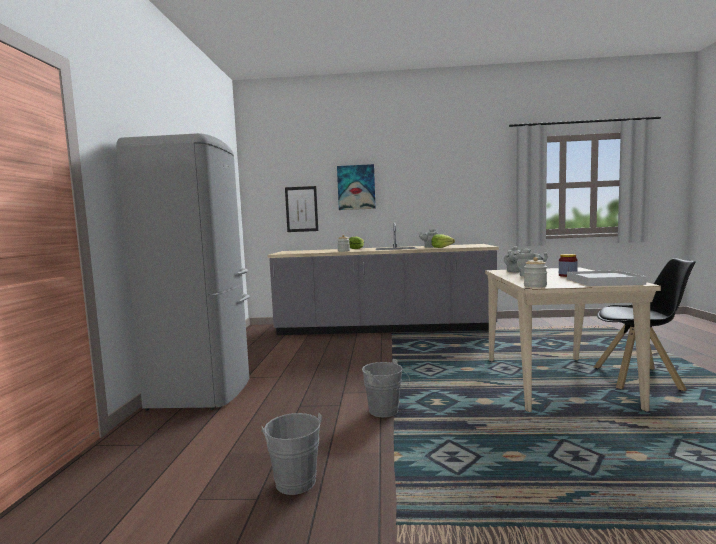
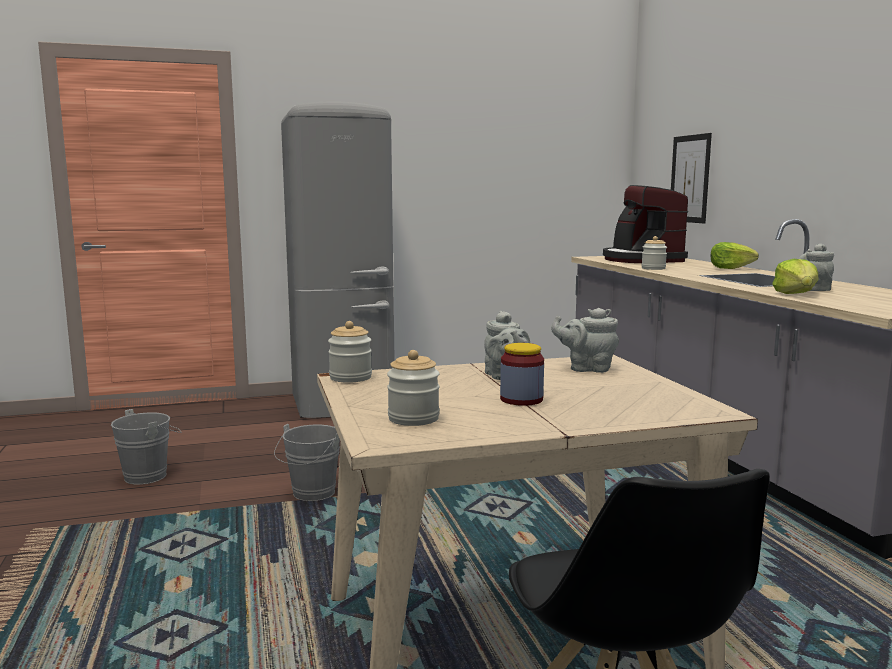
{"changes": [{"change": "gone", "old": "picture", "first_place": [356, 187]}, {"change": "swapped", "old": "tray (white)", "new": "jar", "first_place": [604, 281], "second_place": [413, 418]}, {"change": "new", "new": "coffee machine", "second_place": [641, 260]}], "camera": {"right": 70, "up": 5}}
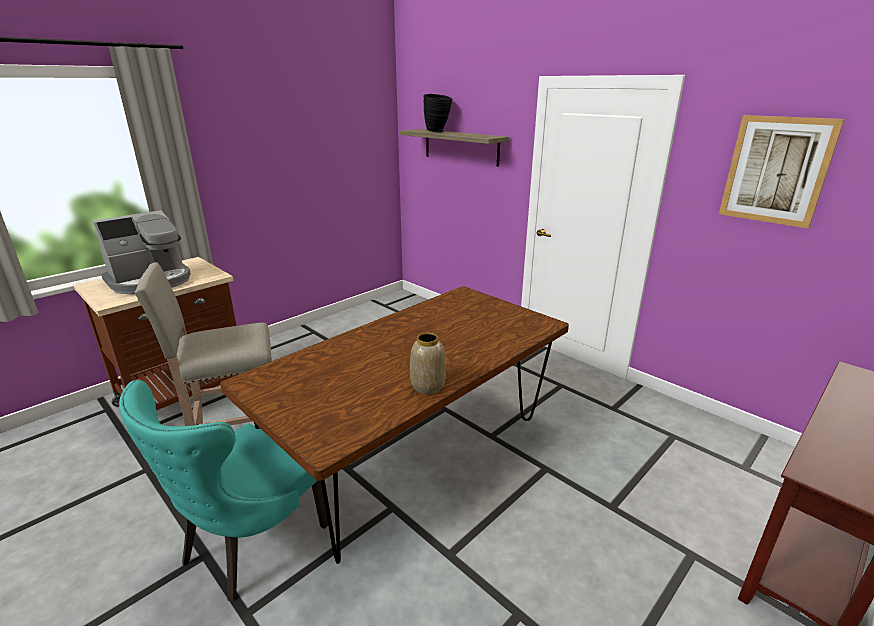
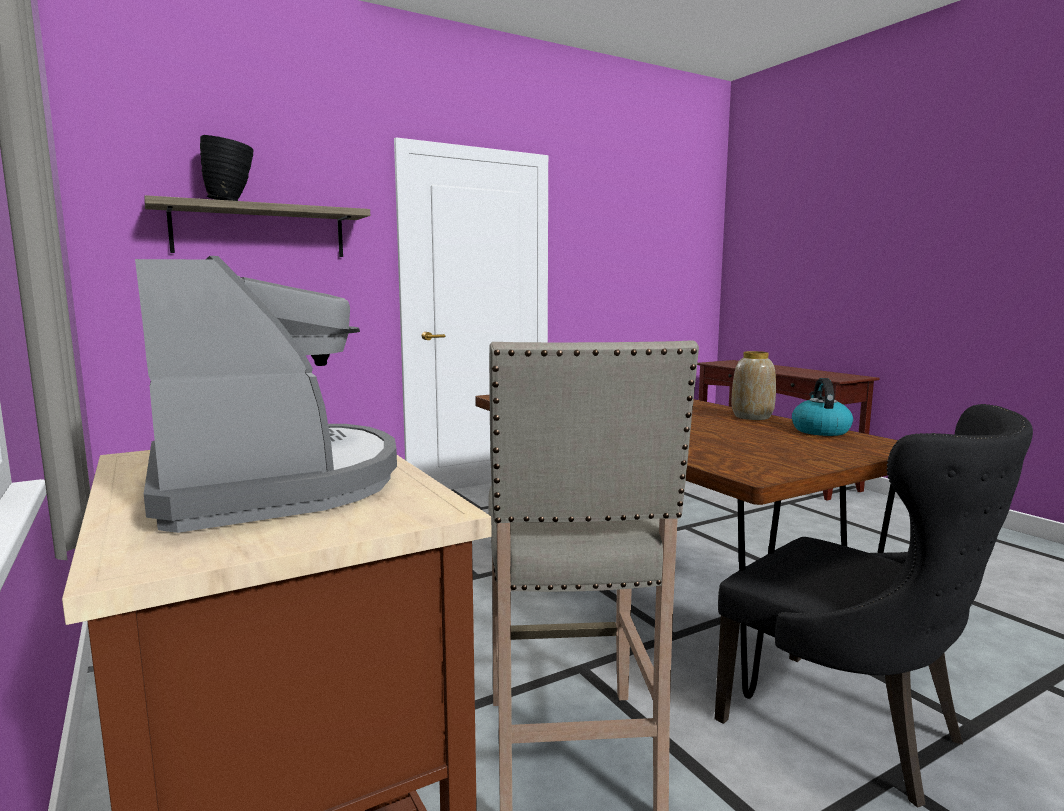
{"changes": [{"change": "repainted", "old": "chair (turquoise)", "new": "chair (black)", "first_place": [248, 544], "second_place": [850, 728]}, {"change": "gone", "old": "picture", "first_place": [776, 170]}, {"change": "new", "new": "kettle", "second_place": [820, 430]}], "camera": {"right": -75, "up": -15}}
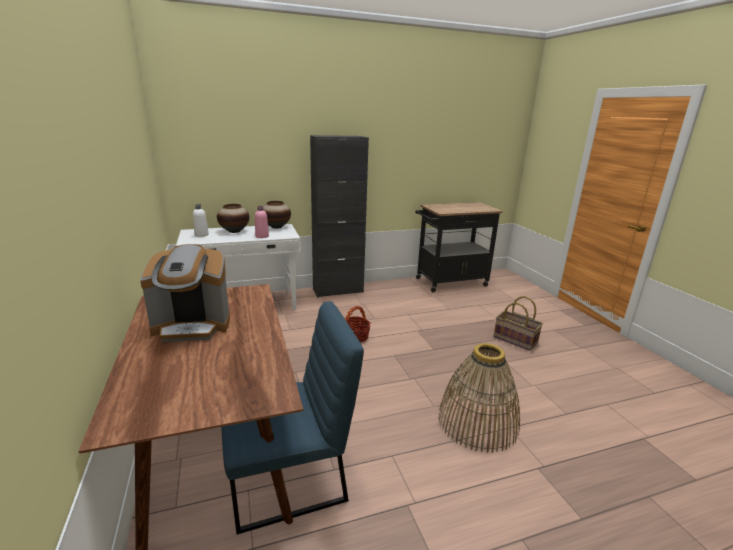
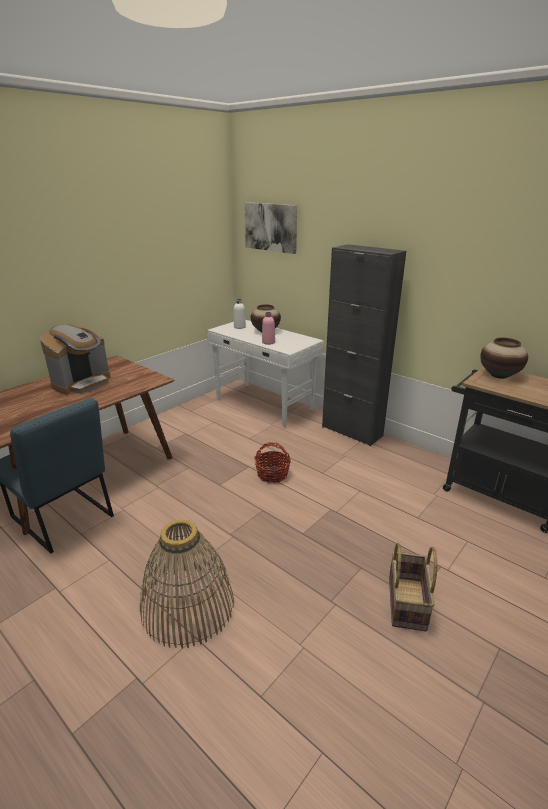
{"changes": [{"change": "rotated", "old": "coffee machine", "first_place": [193, 326], "second_place": [82, 383], "degrees": -105}, {"change": "shifted", "old": "vase", "first_place": [276, 227], "second_place": [499, 375]}, {"change": "new", "new": "picture", "second_place": [271, 227]}], "camera": {"right": 60, "up": 5}}
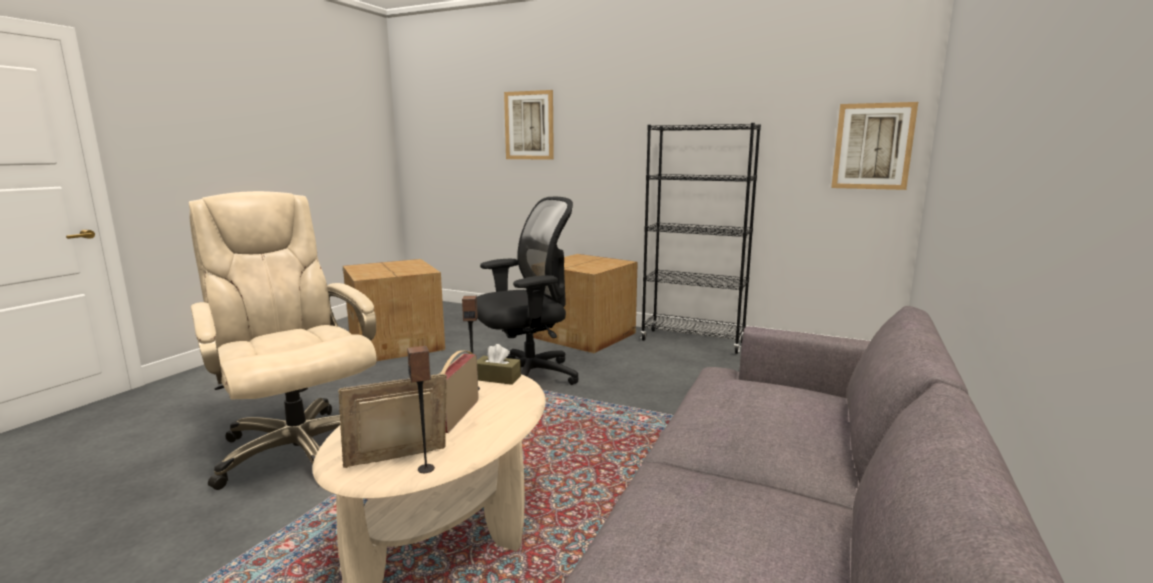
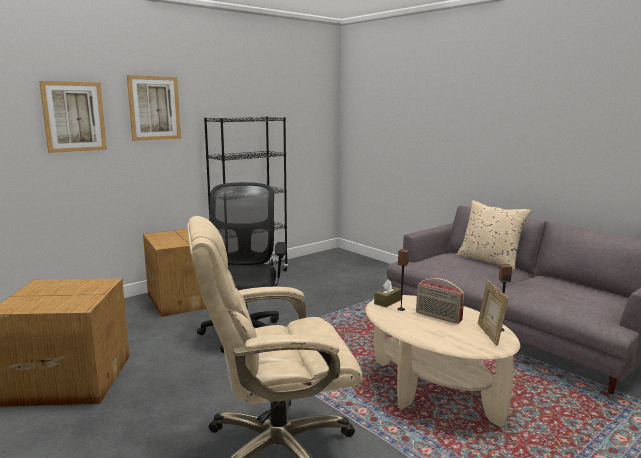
{"changes": [{"change": "shifted", "old": "picture", "first_place": [872, 146], "second_place": [154, 108]}, {"change": "new", "new": "pillow (beige)", "second_place": [489, 261]}], "camera": {"right": -65, "up": 0}}
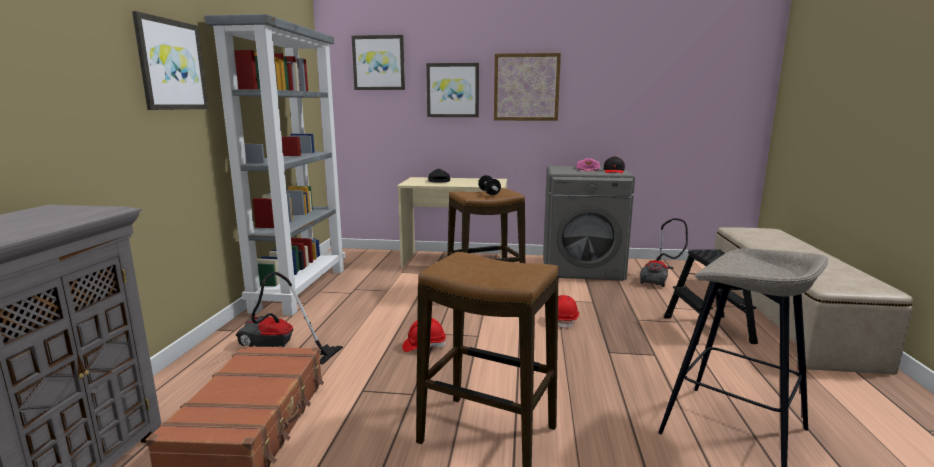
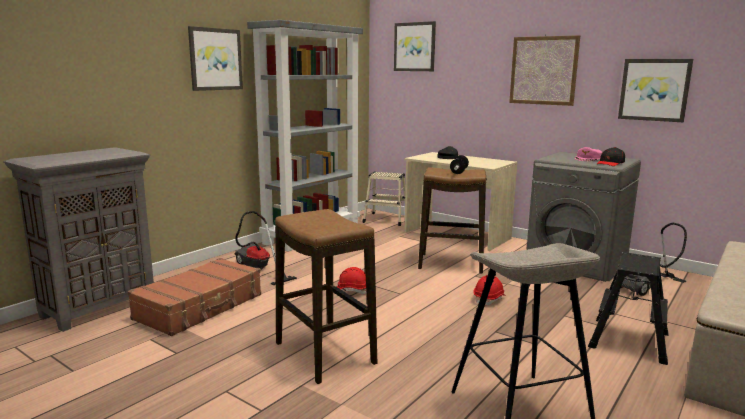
{"changes": [{"change": "shifted", "old": "picture", "first_place": [453, 90], "second_place": [654, 90]}, {"change": "new", "new": "step ladder (beige)", "second_place": [386, 219]}], "camera": {"right": 30, "up": 0}}
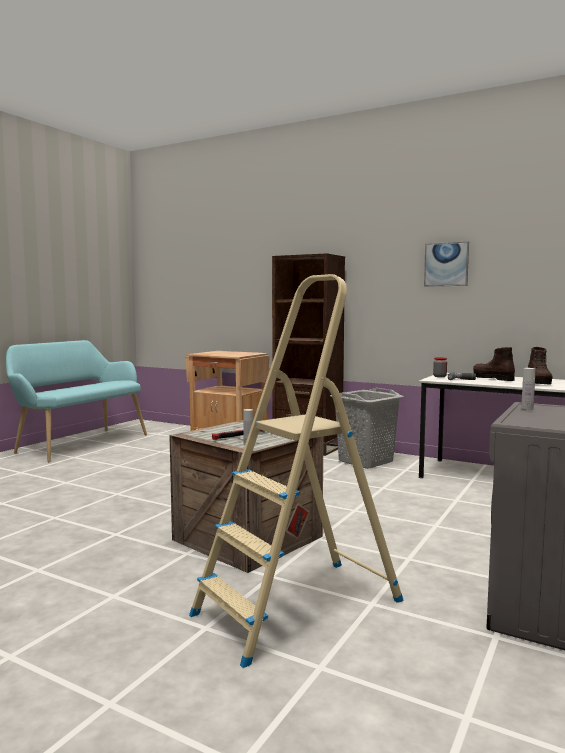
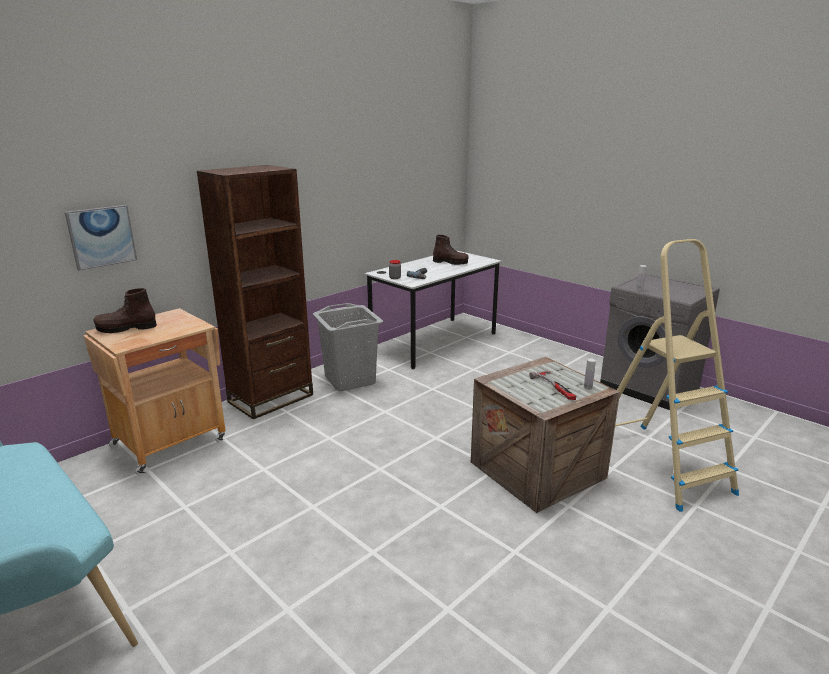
{"changes": [{"change": "shifted", "old": "picture", "first_place": [446, 264], "second_place": [101, 236]}, {"change": "shifted", "old": "boot (brown)", "first_place": [492, 378], "second_place": [126, 328]}], "camera": {"right": -75, "up": 15}}
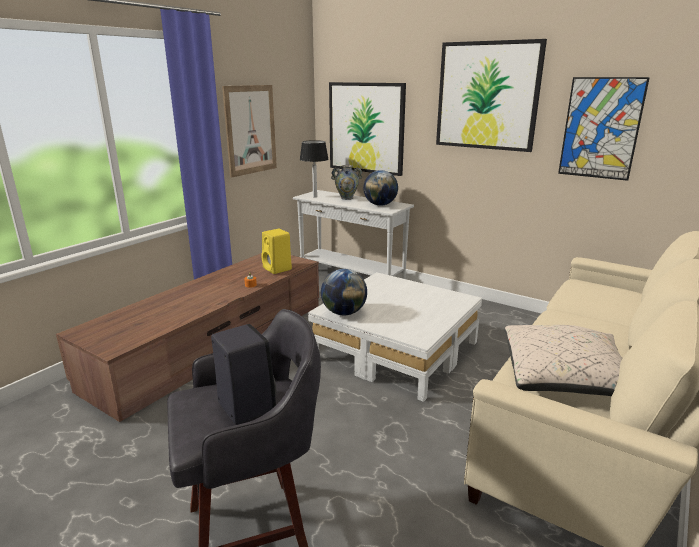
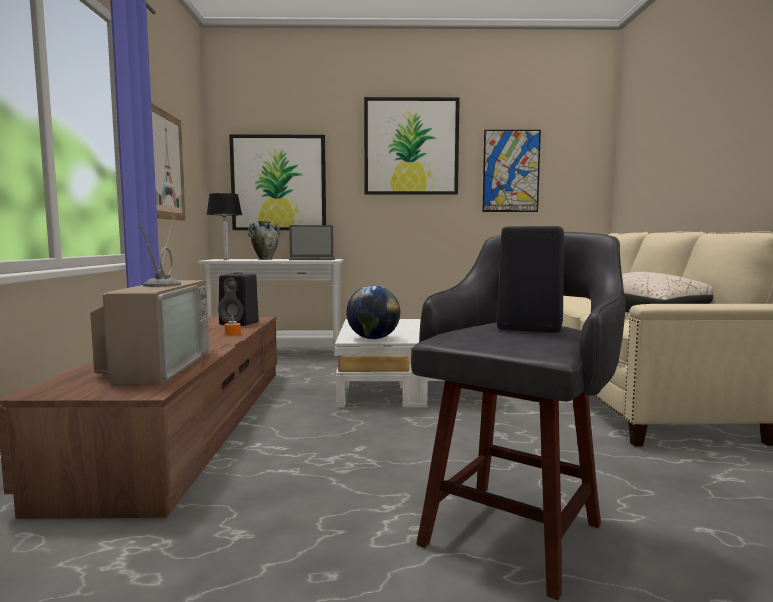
{"changes": [{"change": "repainted", "old": "speaker (yellow)", "new": "speaker (black)", "first_place": [278, 269], "second_place": [240, 323]}, {"change": "swapped", "old": "globe", "new": "laptop", "first_place": [380, 205], "second_place": [312, 259]}, {"change": "new", "new": "television", "second_place": [156, 366]}], "camera": {"right": -35, "up": -15}}
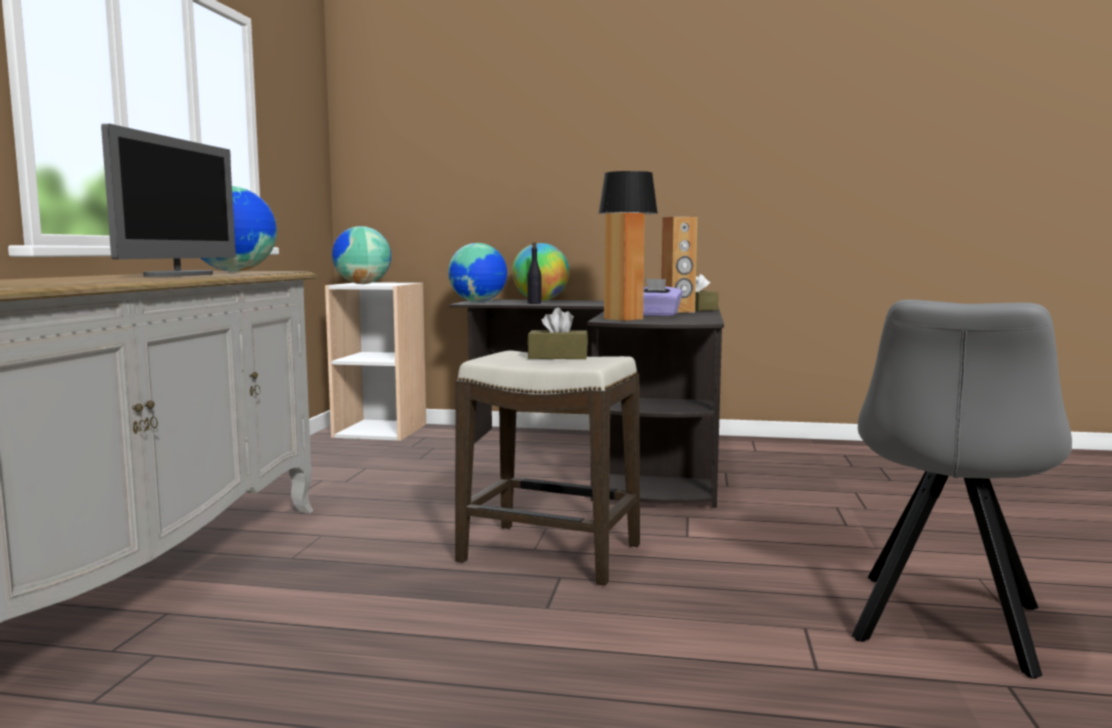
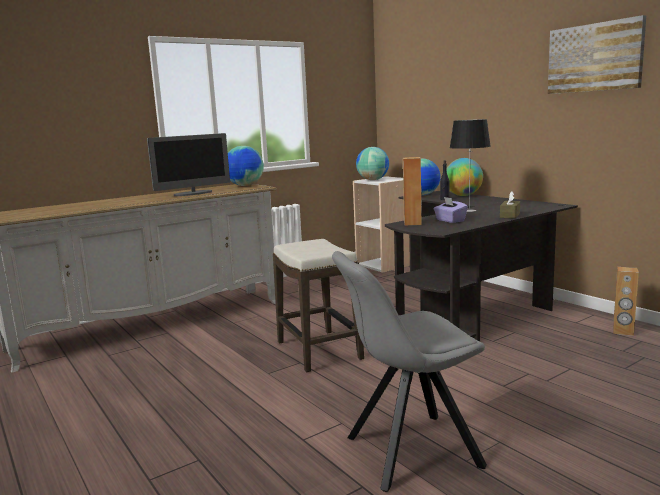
{"changes": [{"change": "gone", "old": "tissue box (brown)", "first_place": [558, 357]}, {"change": "shifted", "old": "speaker (brown)", "first_place": [678, 312], "second_place": [623, 331]}, {"change": "new", "new": "picture", "second_place": [595, 57]}], "camera": {"right": 45, "up": 5}}
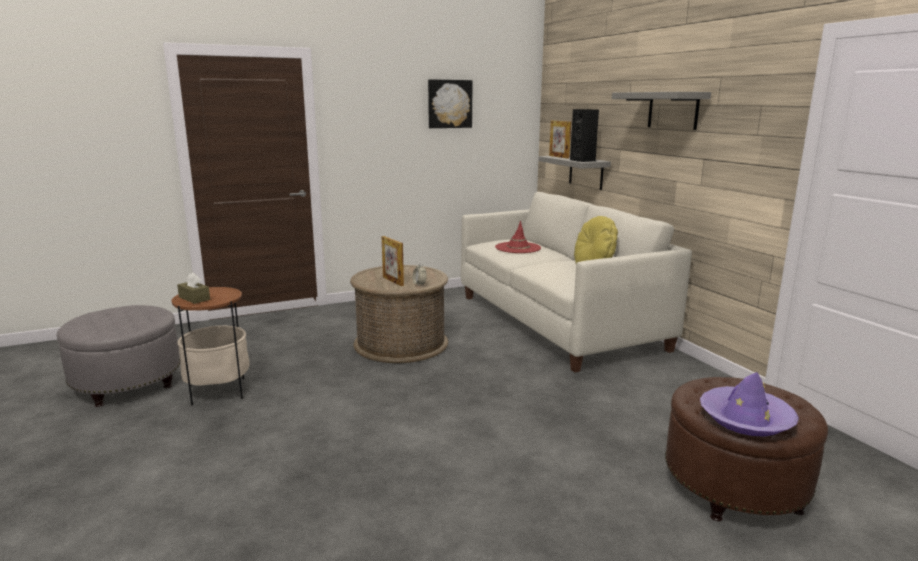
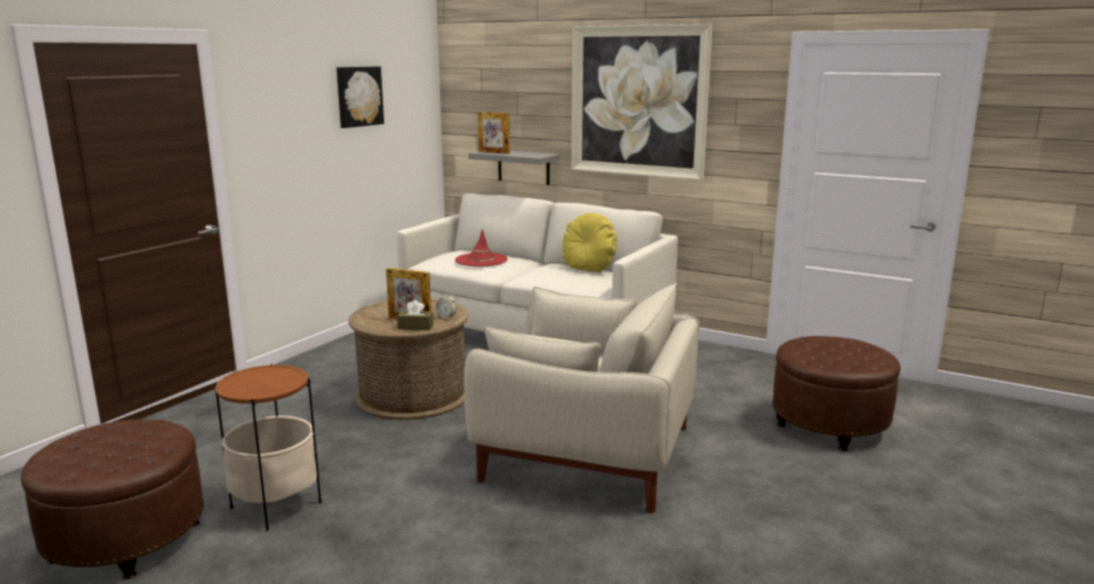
{"changes": [{"change": "repainted", "old": "ottoman (grey)", "new": "ottoman (brown)", "first_place": [127, 384], "second_place": [126, 541]}, {"change": "shifted", "old": "tissue box (brown)", "first_place": [194, 298], "second_place": [415, 327]}, {"change": "gone", "old": "speaker (black)", "first_place": [583, 160]}, {"change": "swapped", "old": "shelf (grey)", "new": "picture", "first_place": [673, 110], "second_place": [638, 101]}, {"change": "gone", "old": "hat (purple)", "first_place": [745, 419]}, {"change": "new", "new": "armchair (beige)", "second_place": [587, 453]}], "camera": {"right": -35, "up": 0}}
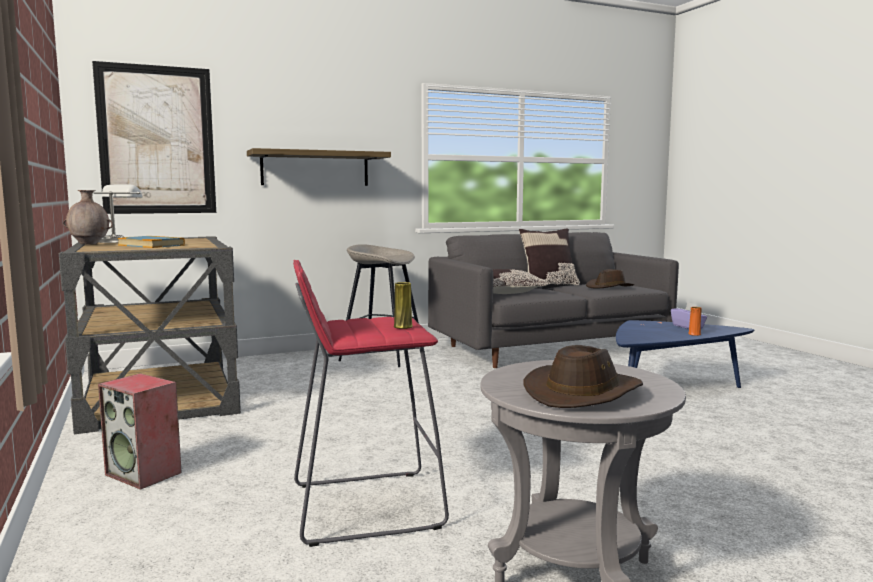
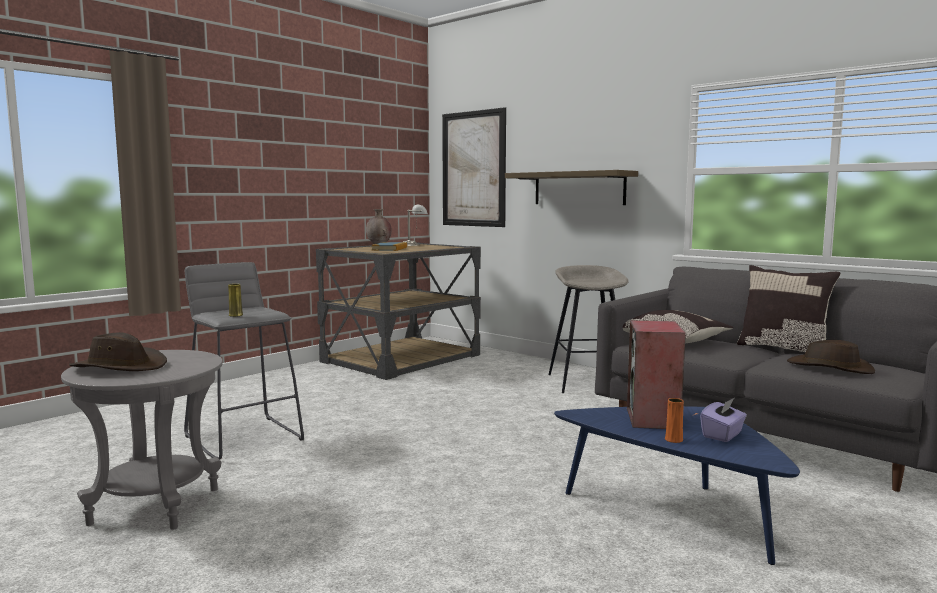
{"changes": [{"change": "shifted", "old": "speaker", "first_place": [145, 473], "second_place": [653, 419]}, {"change": "repainted", "old": "stool (red)", "new": "stool (grey)", "first_place": [364, 505], "second_place": [245, 437]}], "camera": {"right": 65, "up": 0}}
